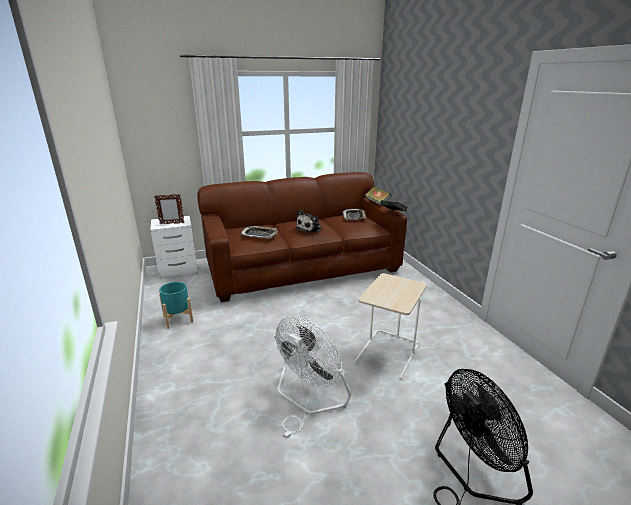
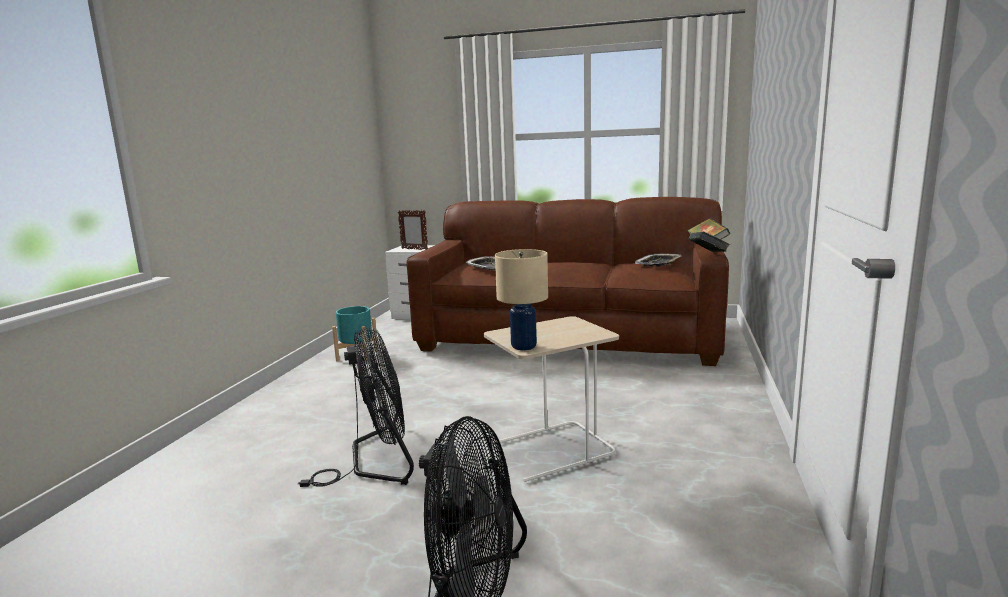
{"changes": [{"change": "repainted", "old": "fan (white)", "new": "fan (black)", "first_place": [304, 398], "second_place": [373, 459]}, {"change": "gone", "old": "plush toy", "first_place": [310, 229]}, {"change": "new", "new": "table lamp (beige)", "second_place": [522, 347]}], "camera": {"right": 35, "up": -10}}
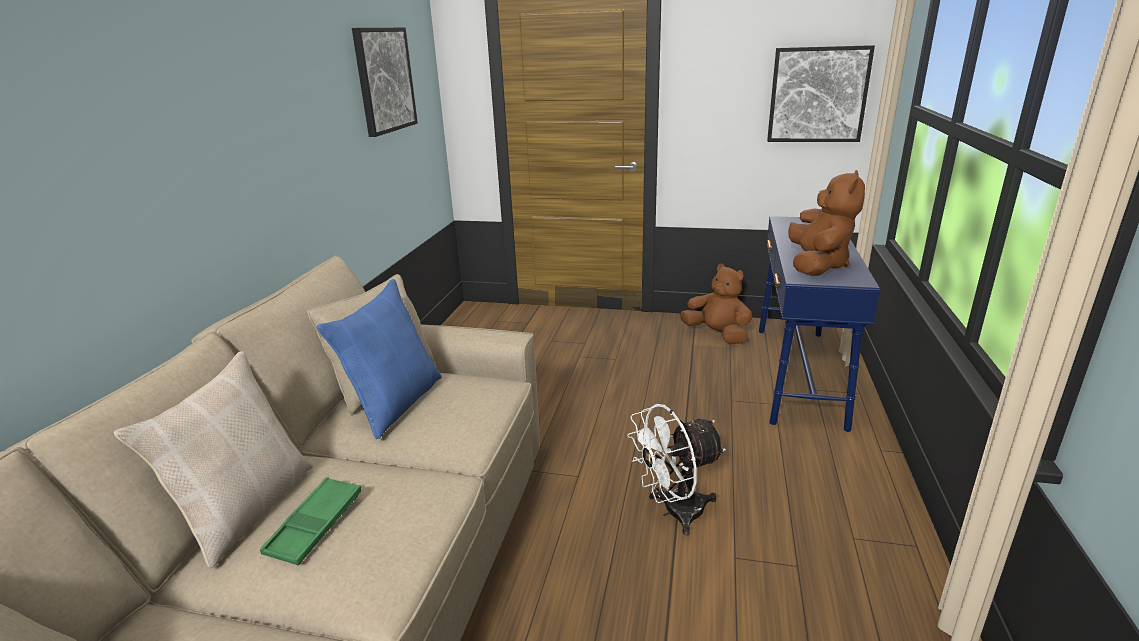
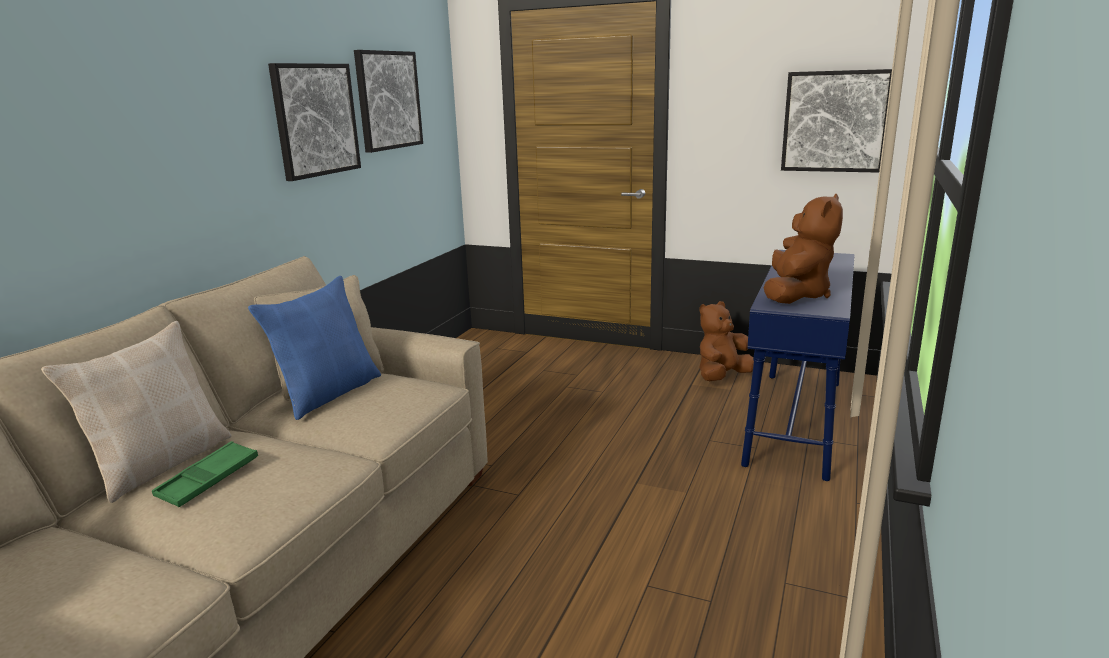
{"changes": [{"change": "gone", "old": "fan (white)", "first_place": [674, 512]}, {"change": "rotated", "old": "plush toy (brown)", "first_place": [717, 335], "second_place": [722, 377], "degrees": -90}, {"change": "new", "new": "picture", "second_place": [315, 120]}], "camera": {"right": 10, "up": -5}}
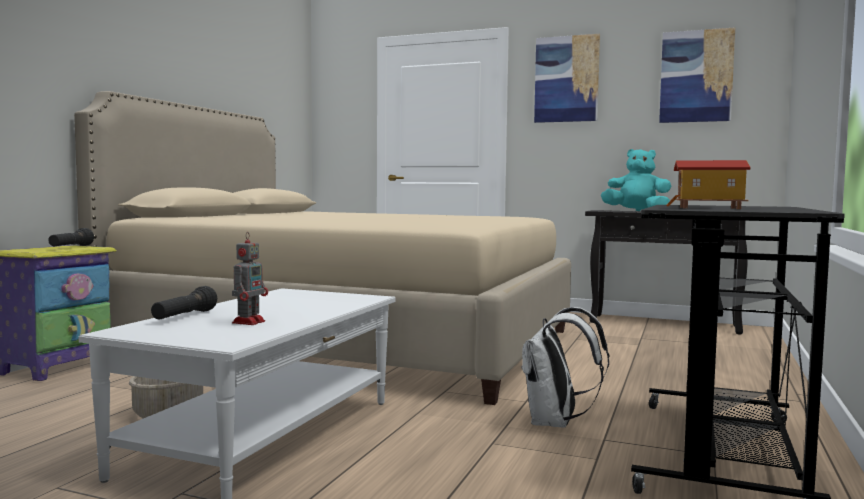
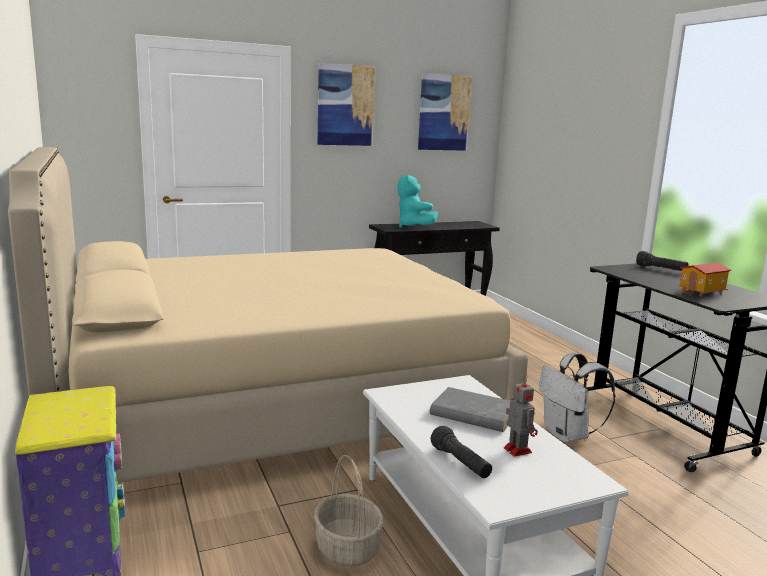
{"changes": [{"change": "shifted", "old": "flashlight (black)", "first_place": [71, 247], "second_place": [661, 269]}, {"change": "rotated", "old": "plush toy (turquoise)", "first_place": [636, 211], "second_place": [413, 227], "degrees": -90}, {"change": "new", "new": "book (grey)", "second_place": [472, 414]}], "camera": {"right": -45, "up": 10}}
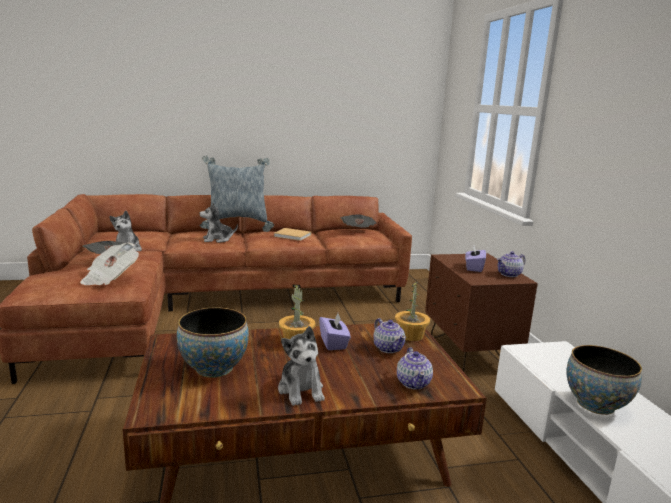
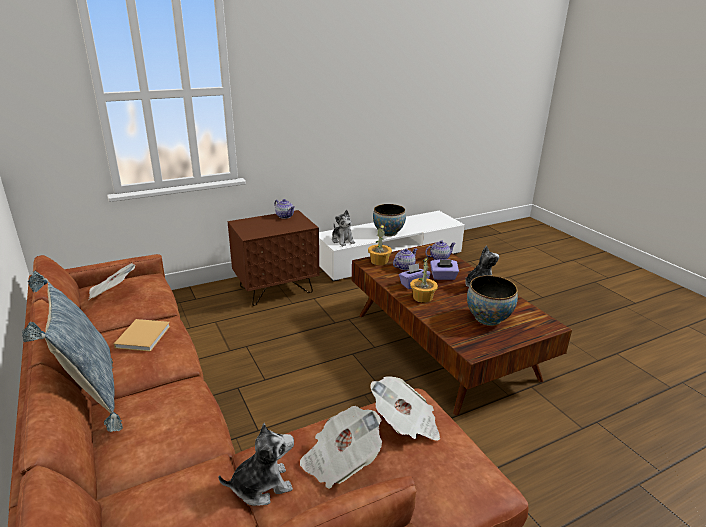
{"changes": [{"change": "shifted", "old": "plush toy", "first_place": [217, 239], "second_place": [342, 240]}, {"change": "shifted", "old": "tissue box (purple)", "first_place": [473, 268], "second_place": [443, 277]}], "camera": {"right": -105, "up": 10}}
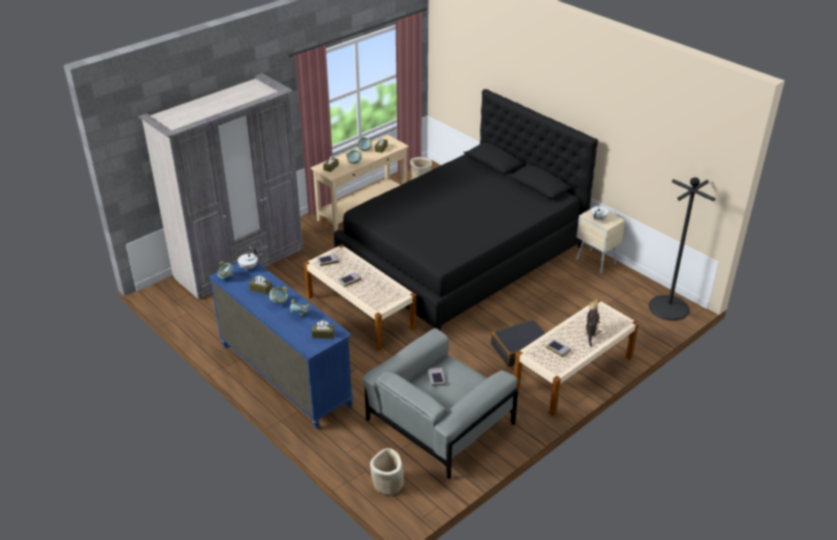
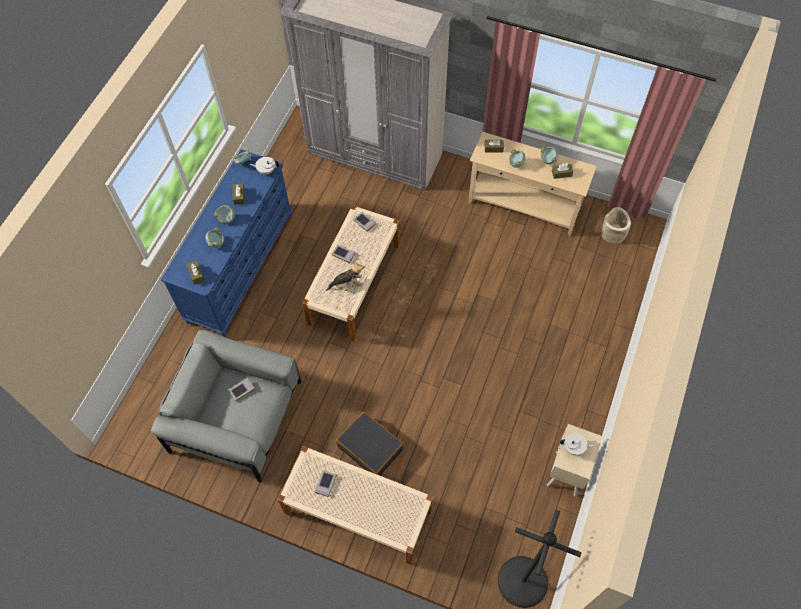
{"changes": [{"change": "gone", "old": "bed (black)", "first_place": [463, 256]}, {"change": "gone", "old": "planter (beige)", "first_place": [388, 484]}, {"change": "shifted", "old": "plush toy", "first_place": [591, 332], "second_place": [347, 284]}], "camera": {"right": 65, "up": 25}}
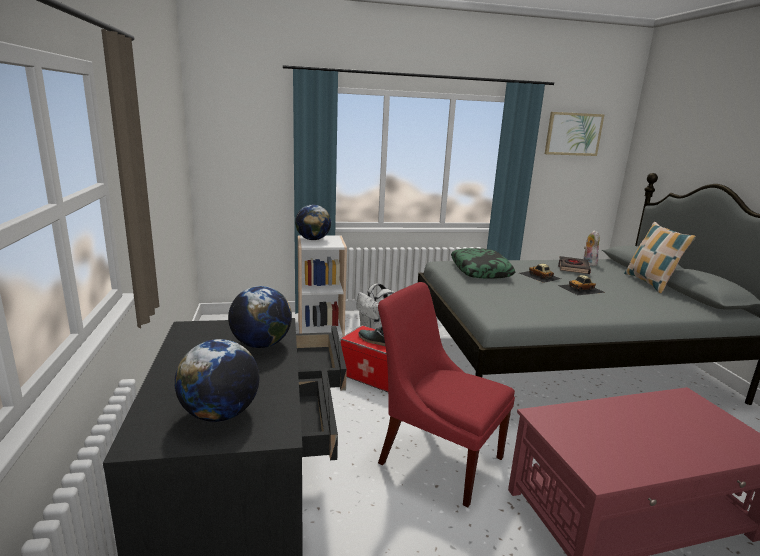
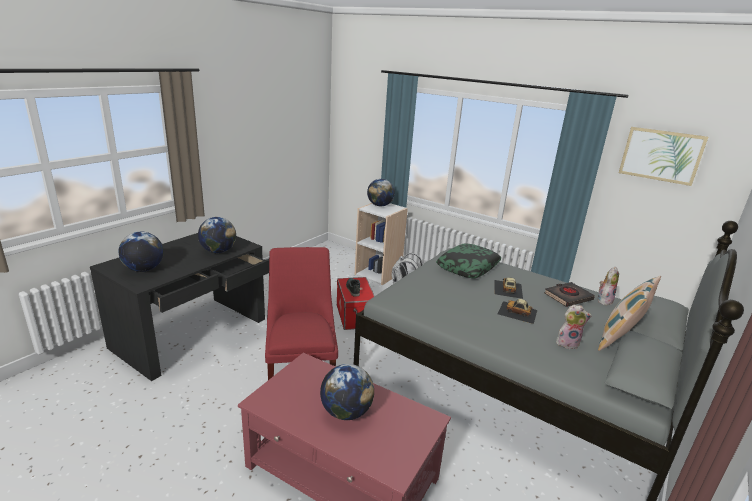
{"changes": [{"change": "new", "new": "globe", "second_place": [346, 412]}, {"change": "new", "new": "plush toy", "second_place": [567, 343]}], "camera": {"right": 45, "up": 5}}
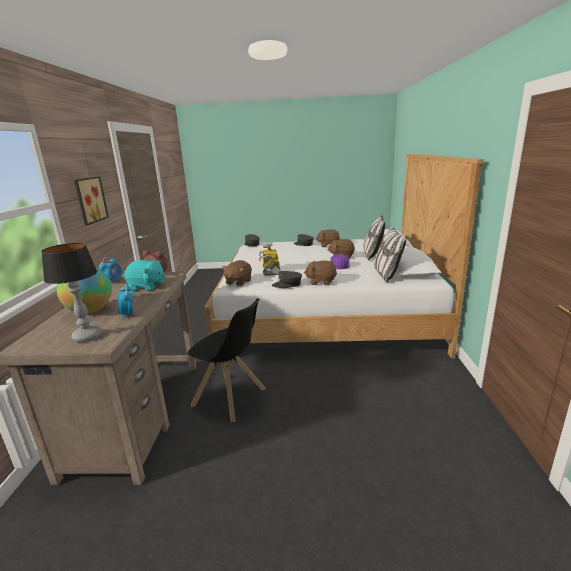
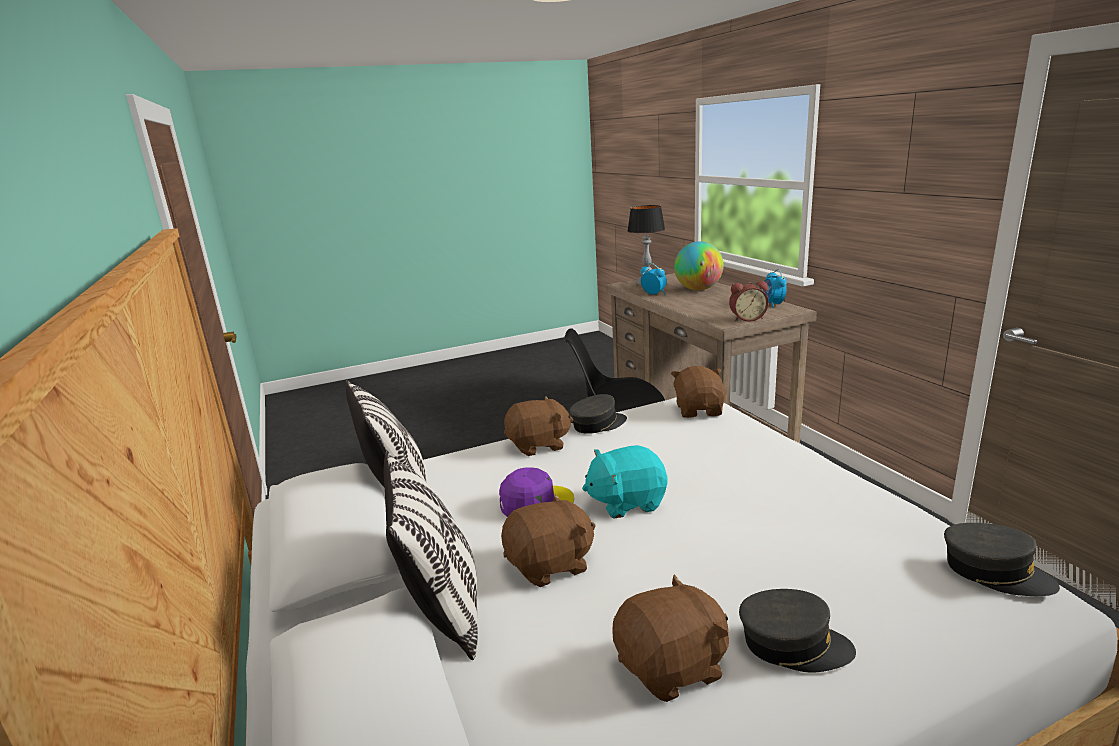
{"changes": [{"change": "gone", "old": "picture", "first_place": [89, 200]}, {"change": "shifted", "old": "plush toy (turquoise)", "first_place": [147, 286], "second_place": [626, 502]}, {"change": "gone", "old": "toy robot", "first_place": [270, 271]}], "camera": {"right": 155, "up": 0}}
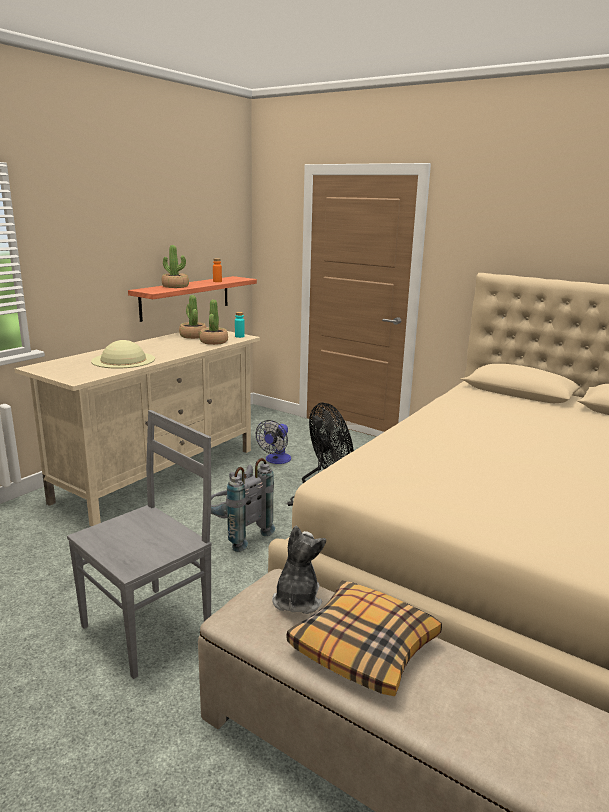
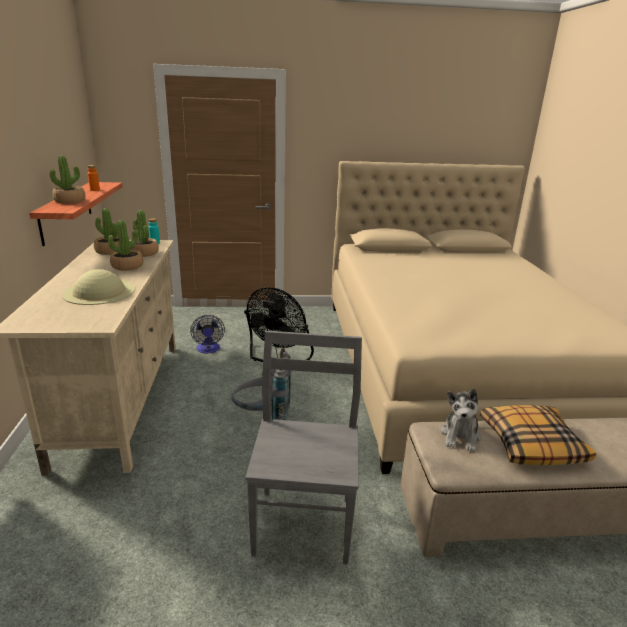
{"changes": [{"change": "rotated", "old": "plush toy", "first_place": [297, 600], "second_place": [460, 436], "degrees": -135}, {"change": "new", "new": "potted plant", "second_place": [127, 266]}], "camera": {"right": -40, "up": 5}}
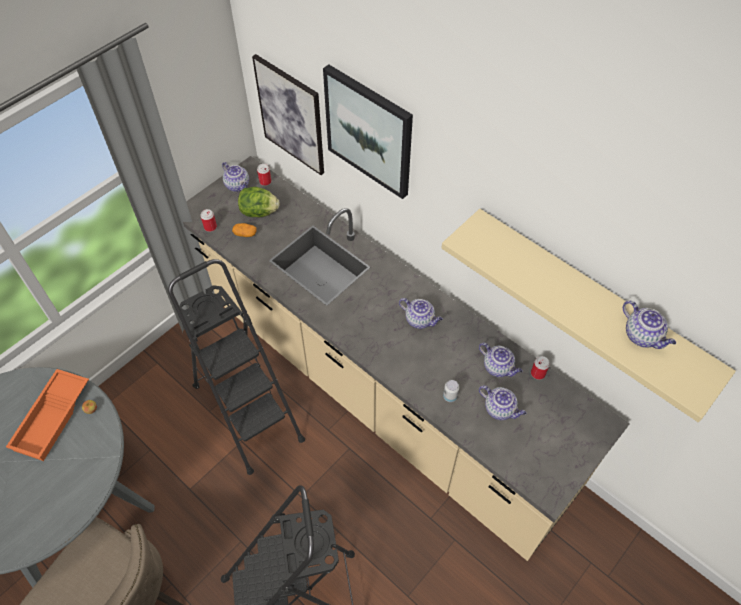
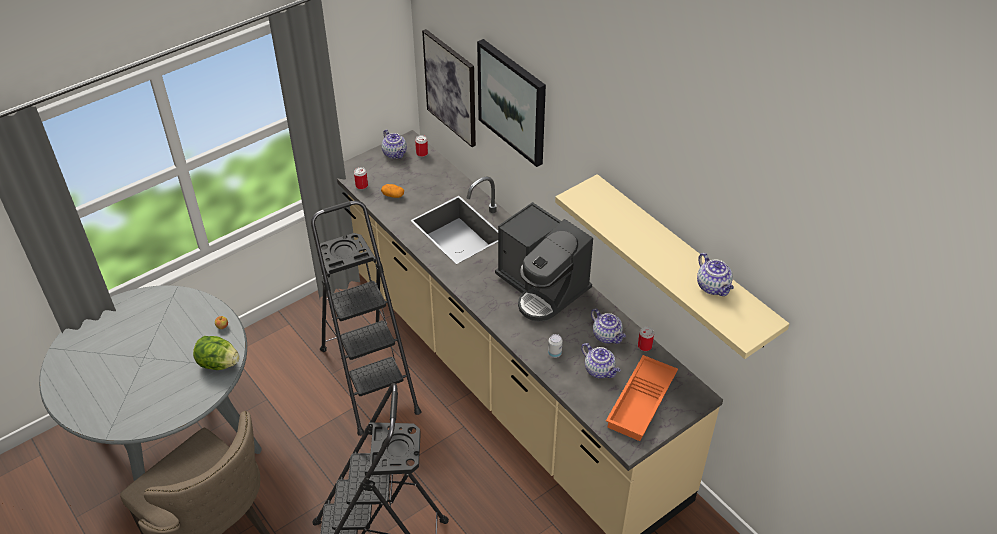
{"changes": [{"change": "shifted", "old": "tray (orange)", "first_place": [53, 418], "second_place": [642, 403]}, {"change": "shifted", "old": "lettuce", "first_place": [259, 212], "second_place": [218, 363]}, {"change": "swapped", "old": "teapot", "new": "coffee machine", "first_place": [420, 320], "second_place": [542, 287]}], "camera": {"right": 10, "up": -10}}
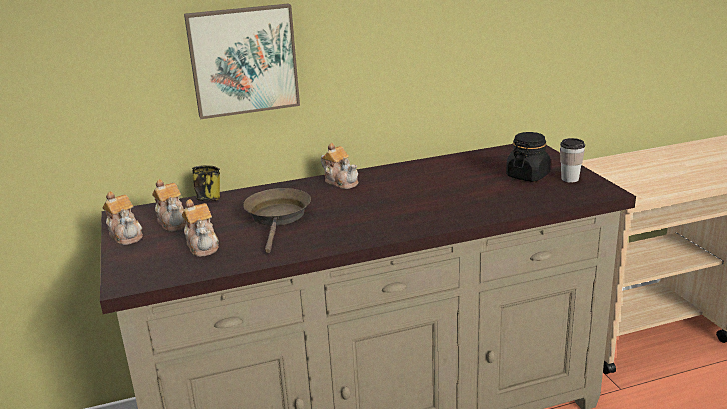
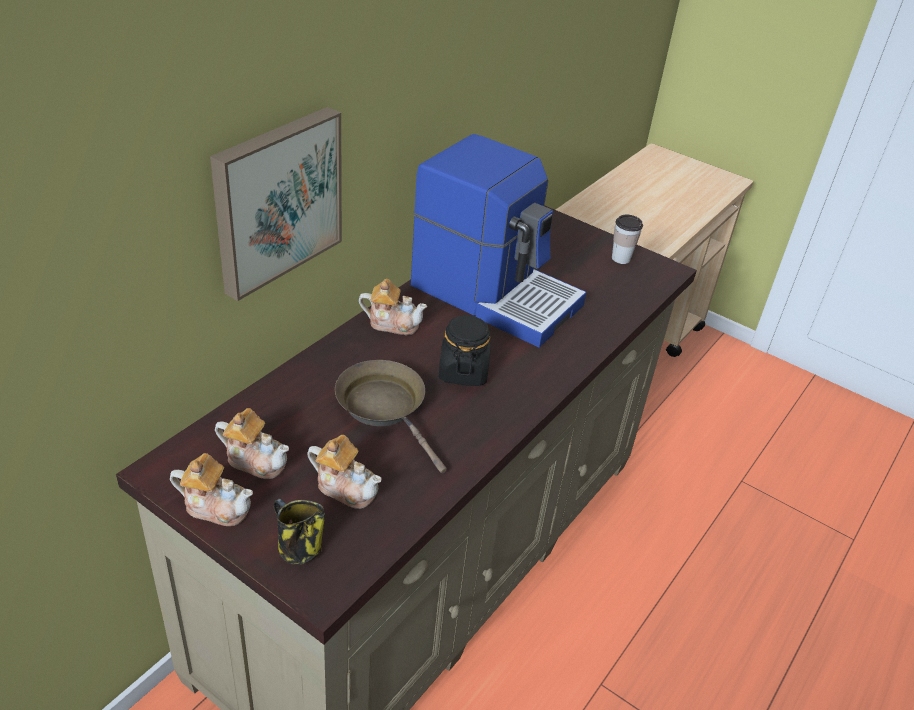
{"changes": [{"change": "shifted", "old": "mug", "first_place": [208, 198], "second_place": [298, 549]}, {"change": "shifted", "old": "jar (black)", "first_place": [528, 175], "second_place": [463, 371]}, {"change": "new", "new": "coffee machine", "second_place": [495, 294]}], "camera": {"right": -40, "up": 15}}
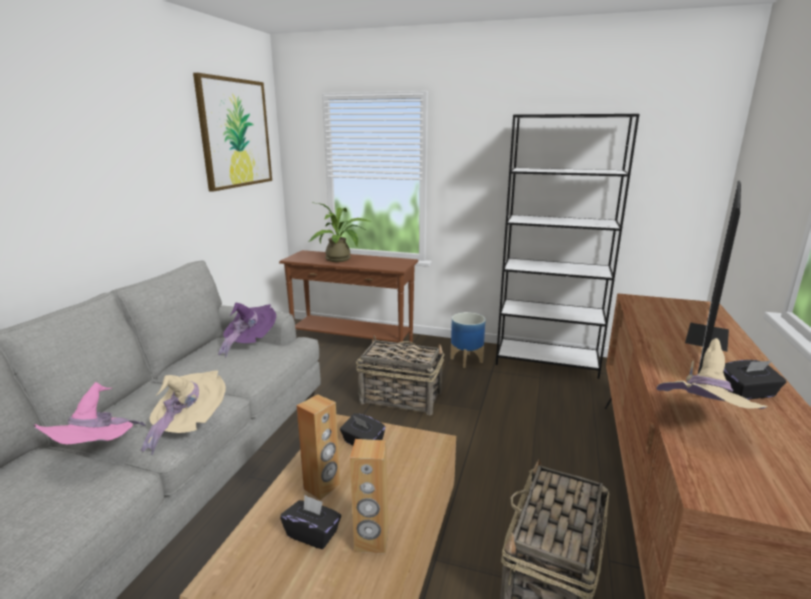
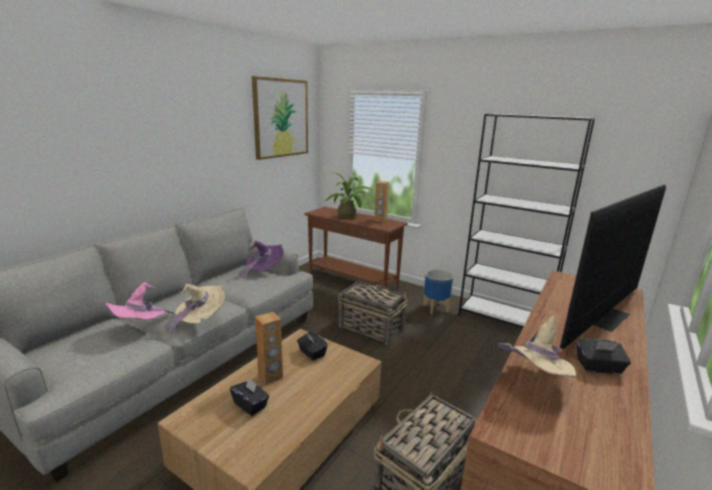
{"changes": [{"change": "shifted", "old": "speaker (brown)", "first_place": [371, 541], "second_place": [380, 220]}], "camera": {"right": 15, "up": 0}}
